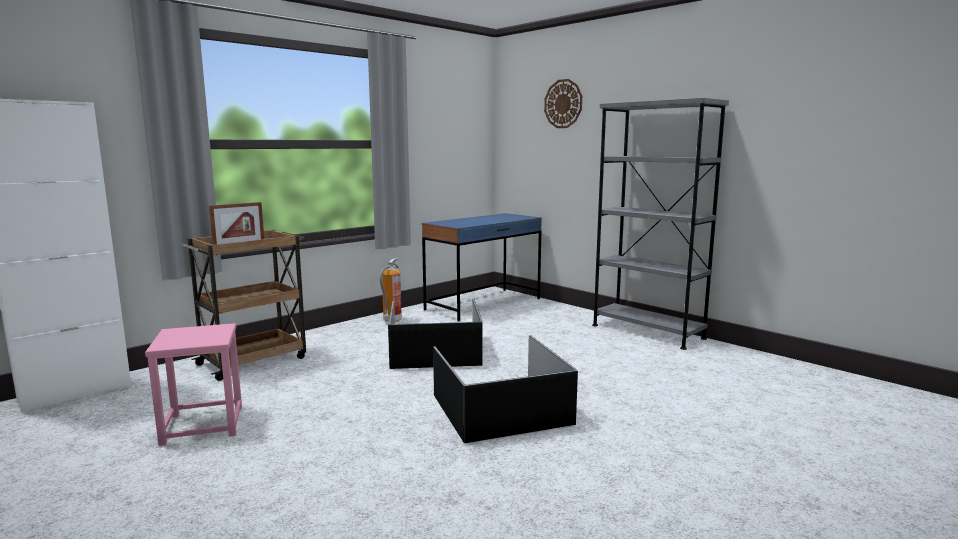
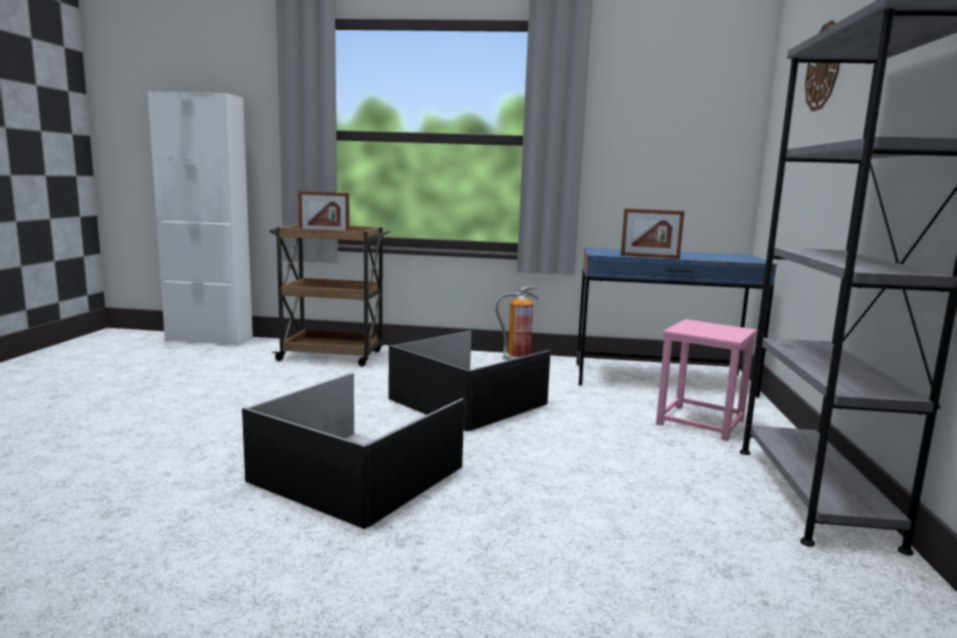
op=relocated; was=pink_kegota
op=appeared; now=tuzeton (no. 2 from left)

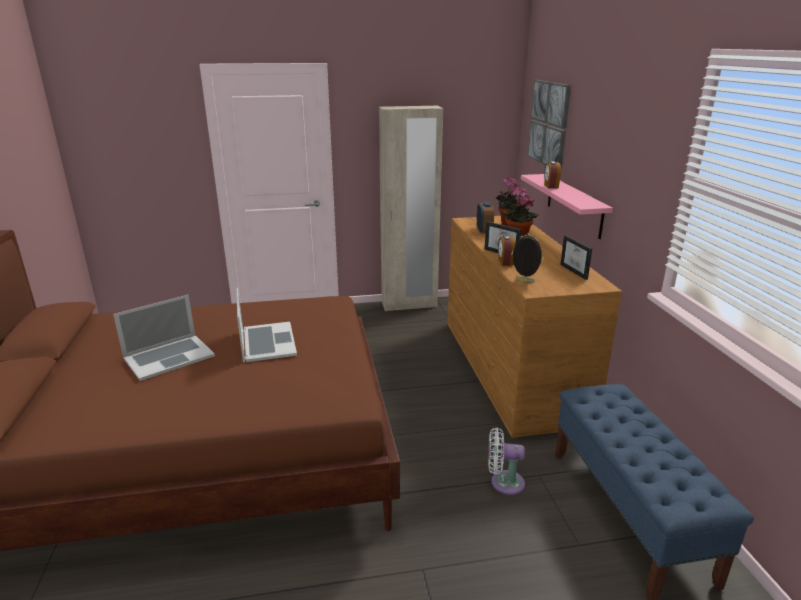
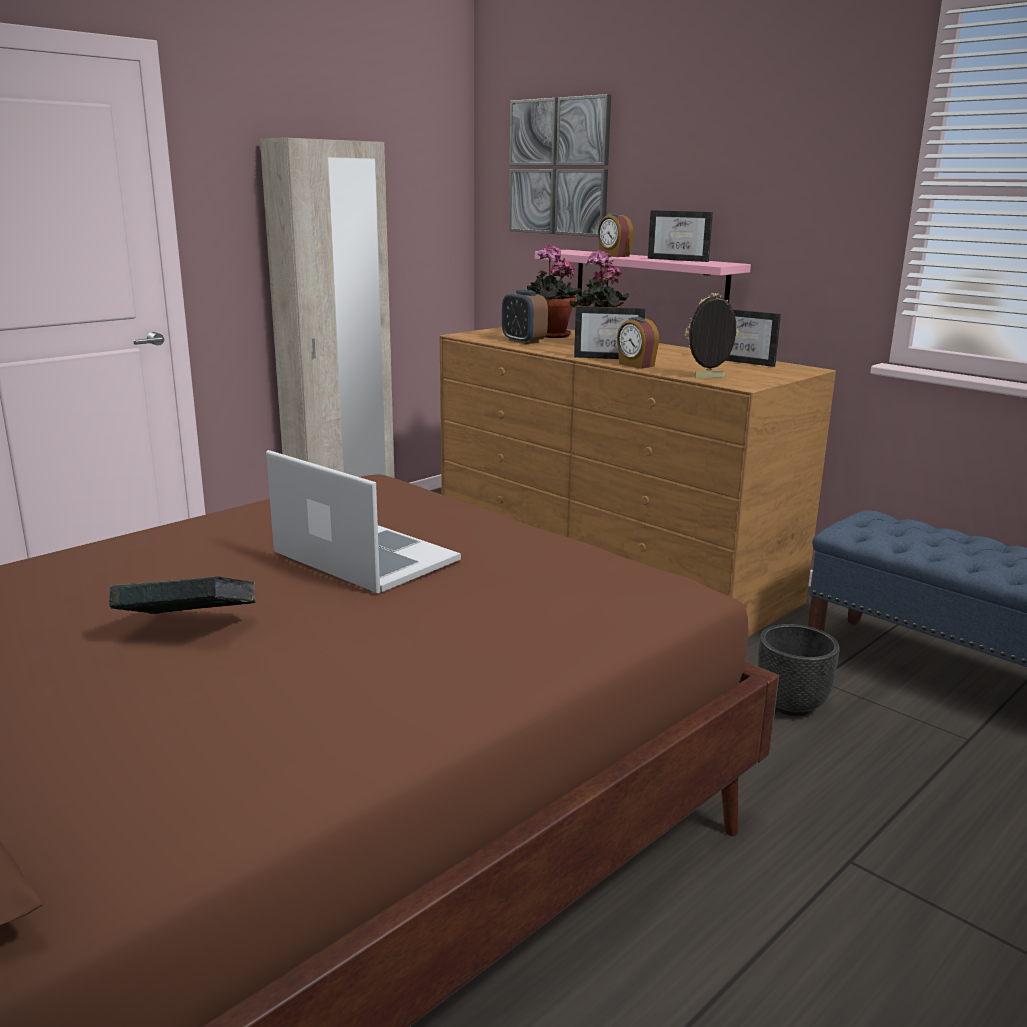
op=exchanged; was=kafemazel (no. 1 from left); now=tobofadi
op=exchanged; was=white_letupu; now=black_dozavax
op=appeared; now=tuzeton (no. 2 from left)

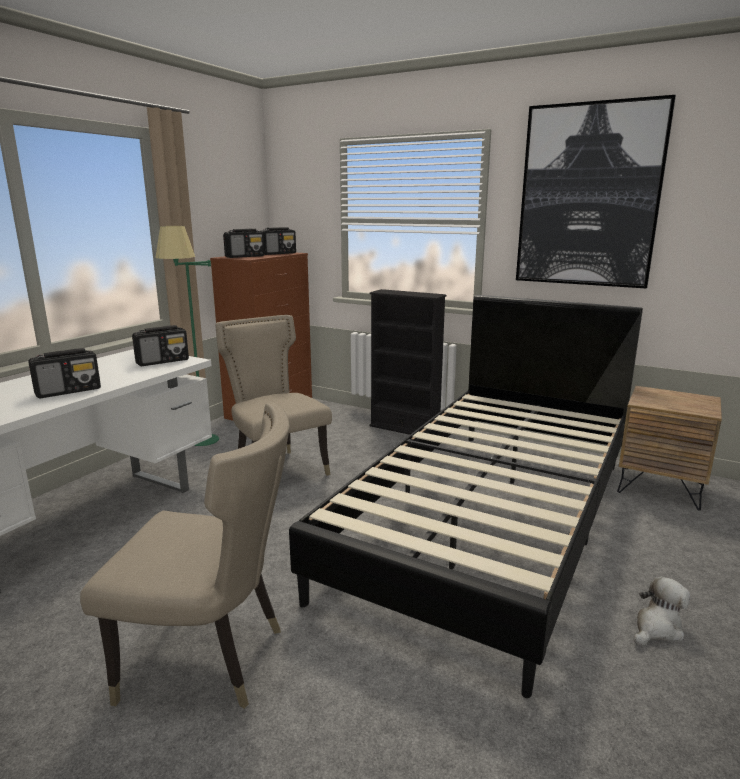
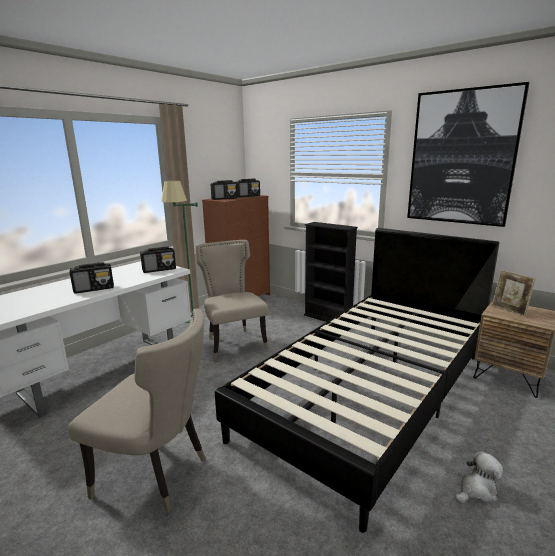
op=appeared; now=tuzeton

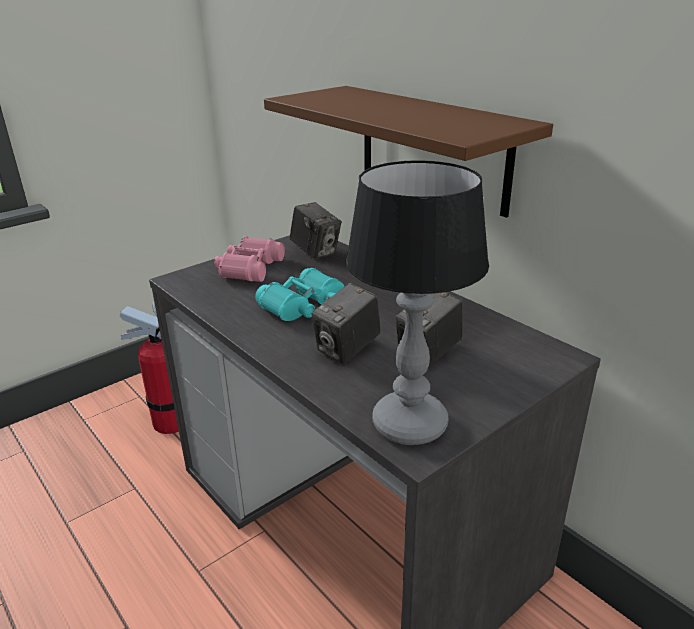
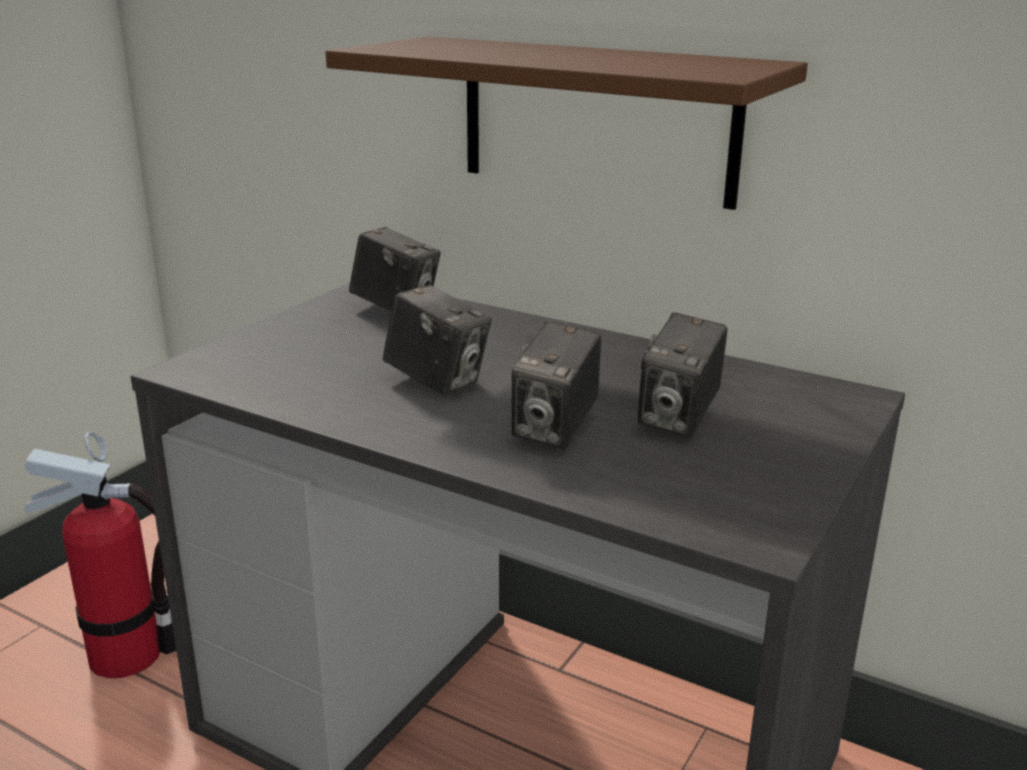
op=missing; was=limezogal
op=missing; was=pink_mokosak
op=exchanged; was=turquoise_mokosak; now=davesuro (no. 2 from left)

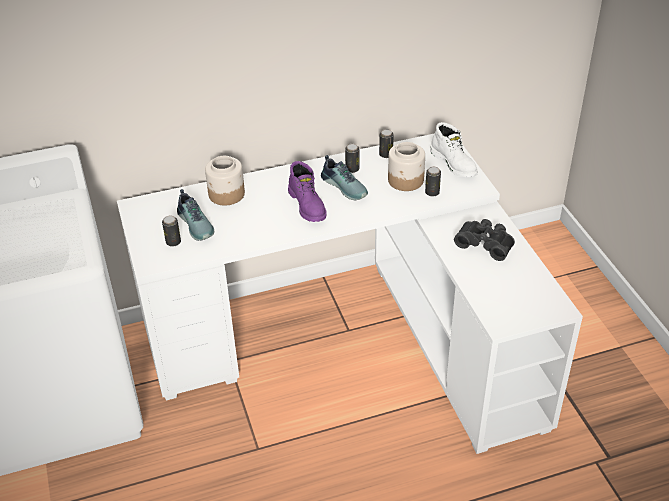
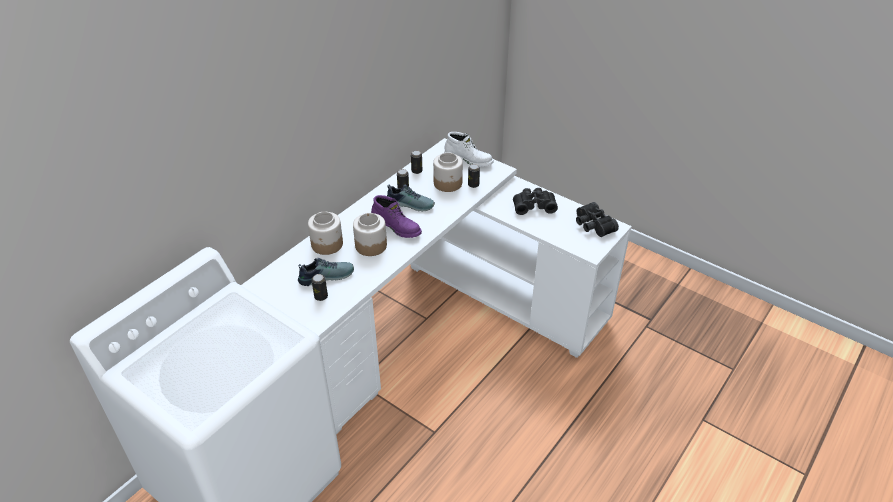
op=spun; was=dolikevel (no. 1 from left); clockwise=-45
op=appeared; now=black_mokosak (no. 2 from left)
op=appeared; now=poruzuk (no. 2 from left)

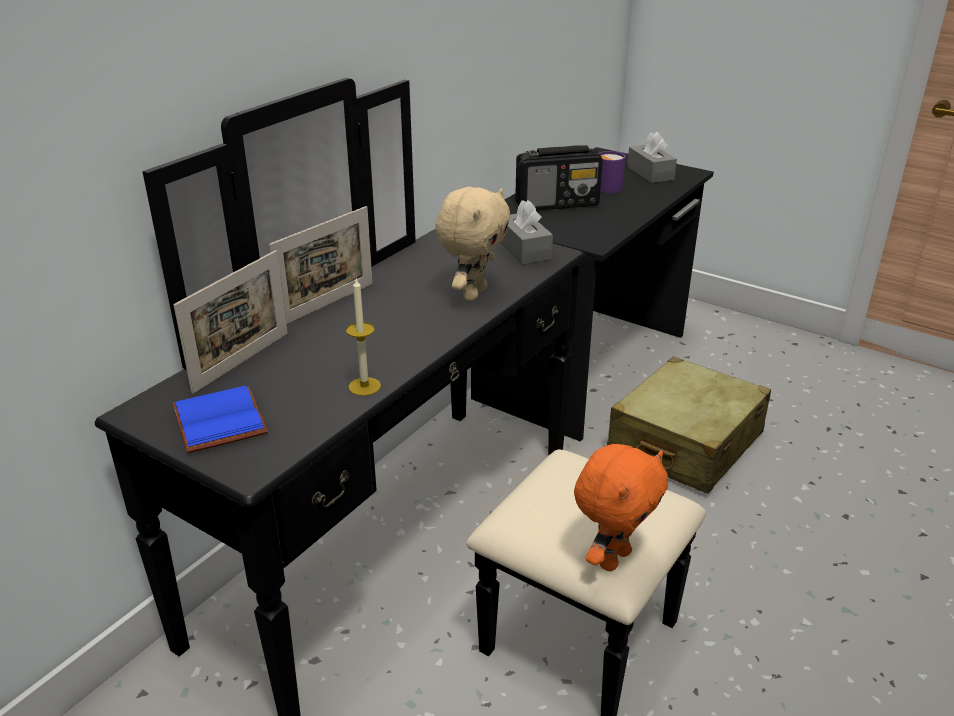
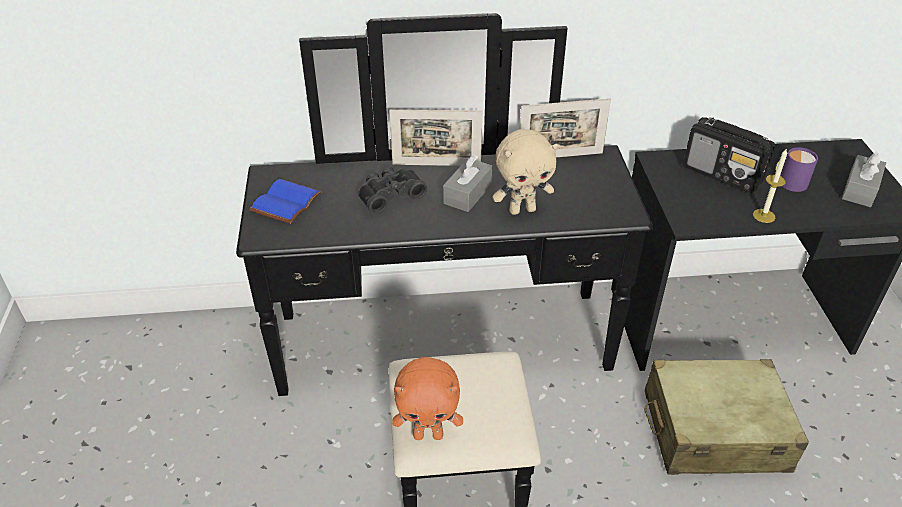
op=relocated; was=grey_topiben (no. 1 from left)
op=relocated; was=tuzeton (no. 1 from left in the first image); now=tuzeton (no. 2 from left)
op=relocated; was=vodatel
op=appeared; now=black_mokosak

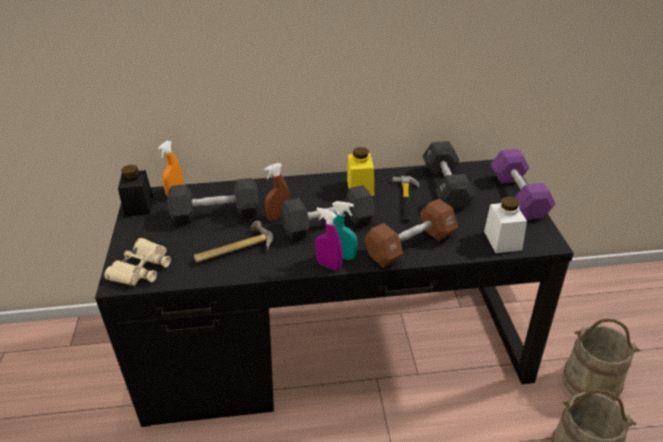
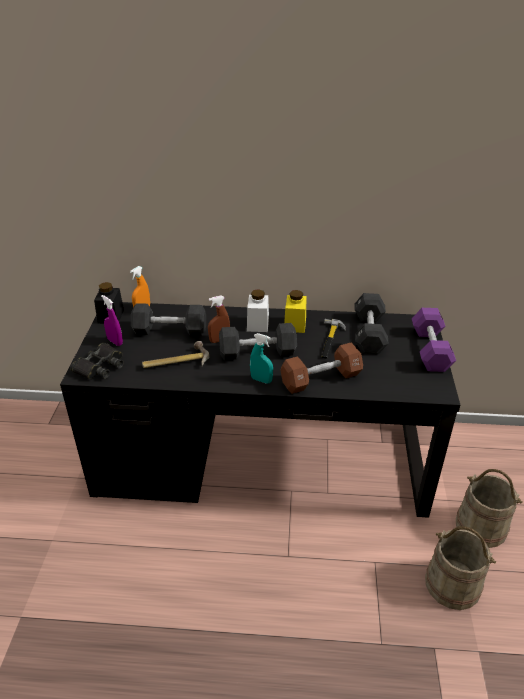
op=relocated; was=white_poruzuk
op=relocated; was=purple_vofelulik
op=colour; was=beige_mokosak; now=black_mokosak

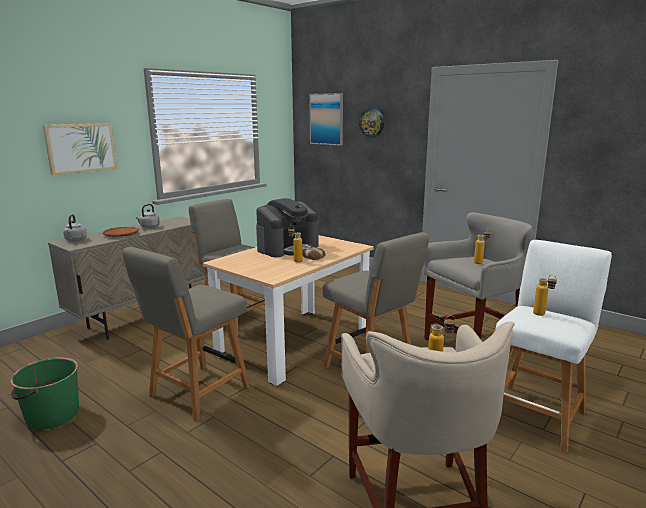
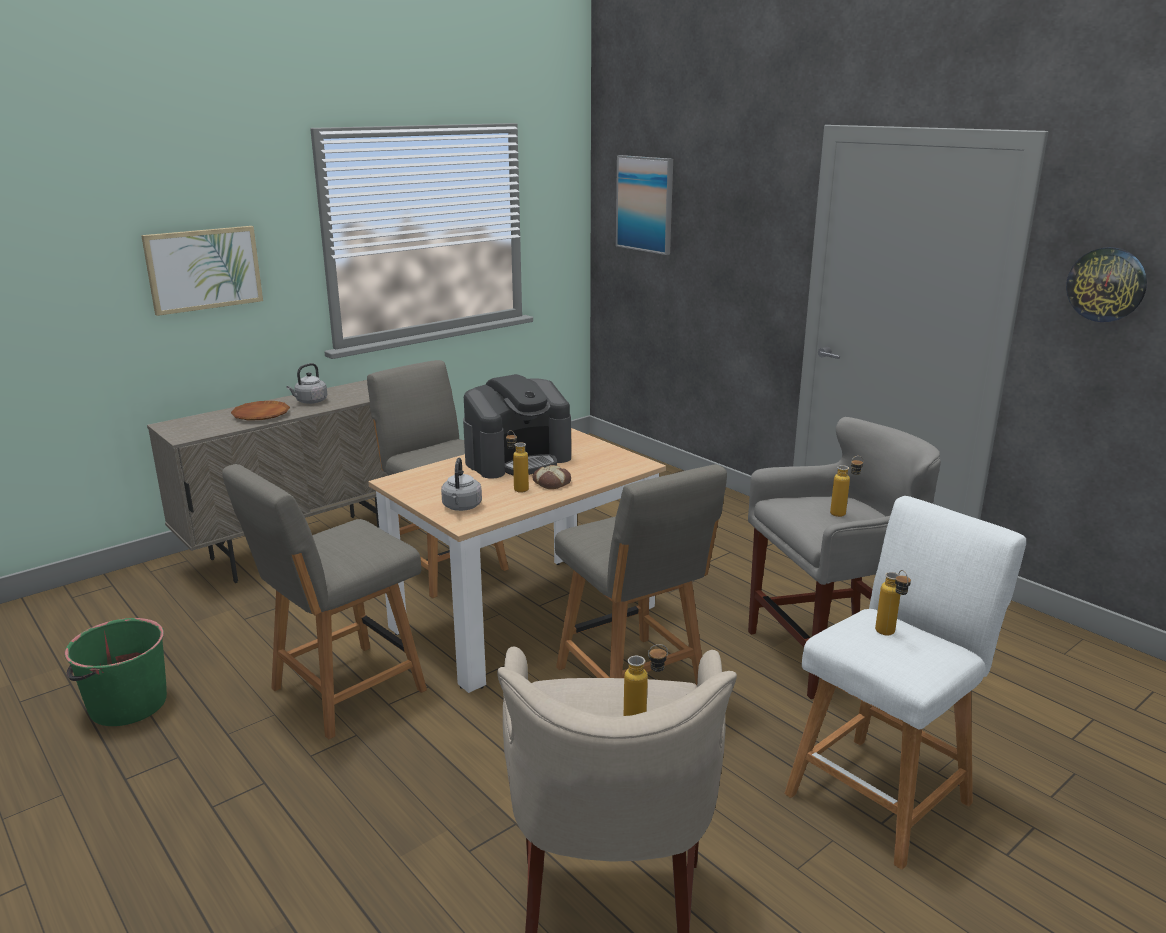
op=relocated; was=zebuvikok
op=relocated; was=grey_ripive (no. 1 from left in the first image); now=grey_ripive (no. 2 from left)

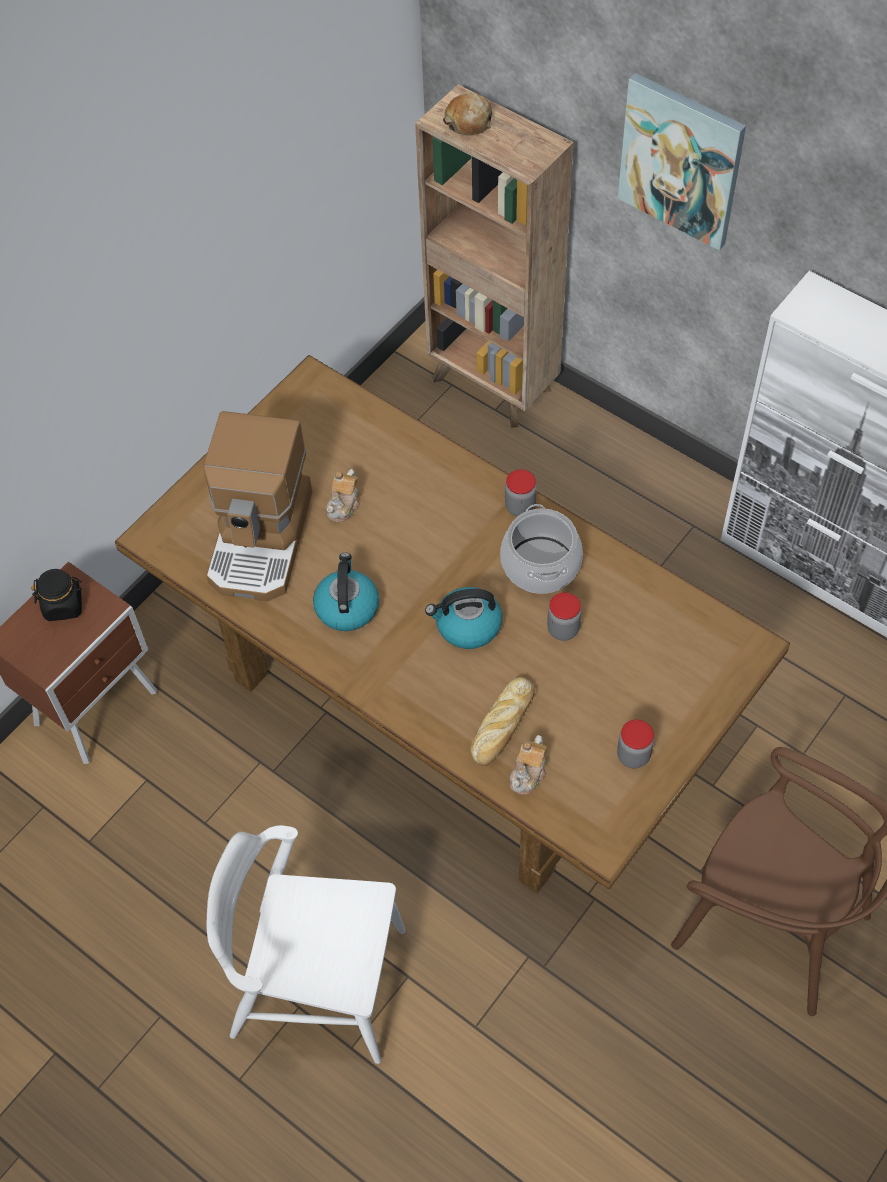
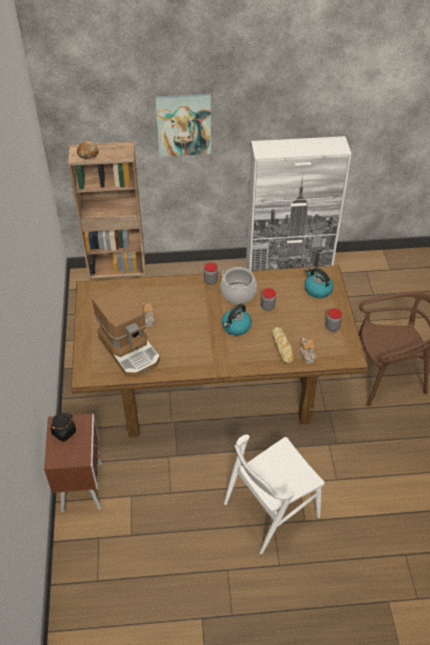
op=relocated; was=ripive (no. 1 from left in the first image); now=ripive (no. 2 from left)

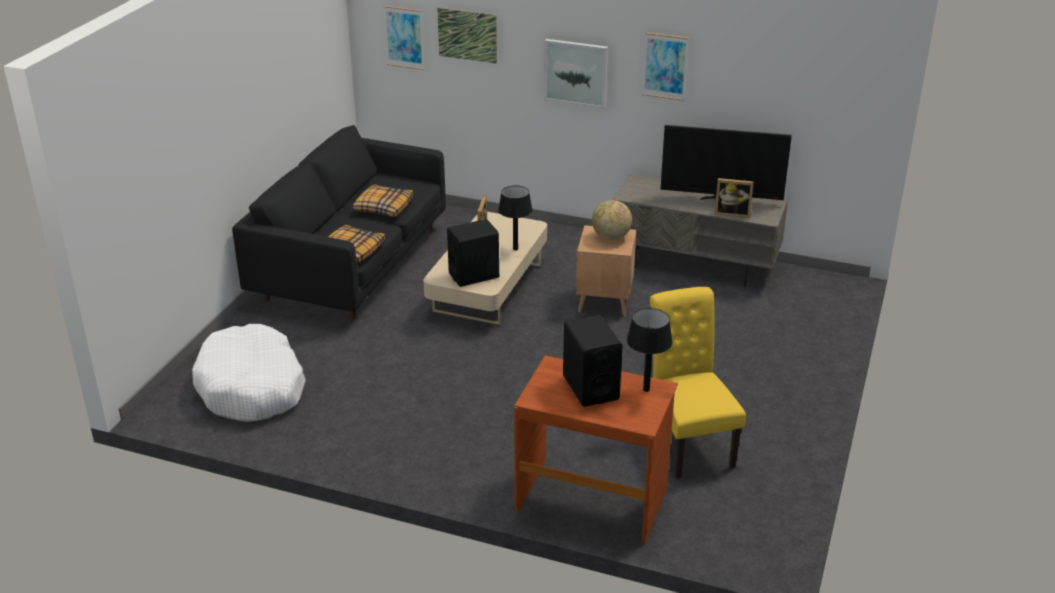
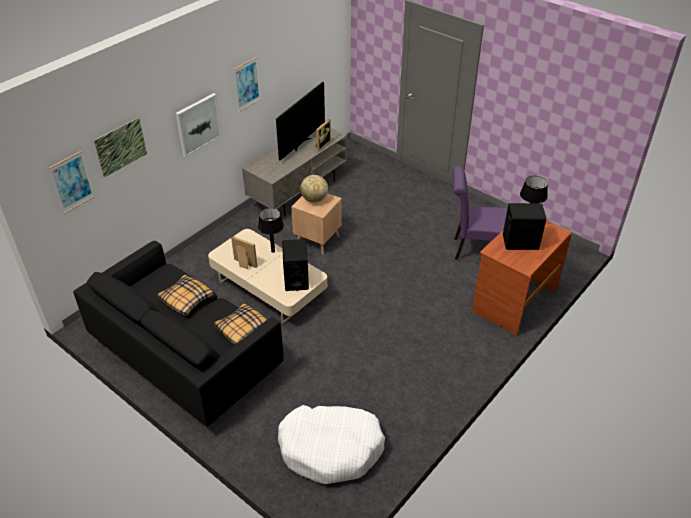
op=colour; was=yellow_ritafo; now=purple_ritafo

